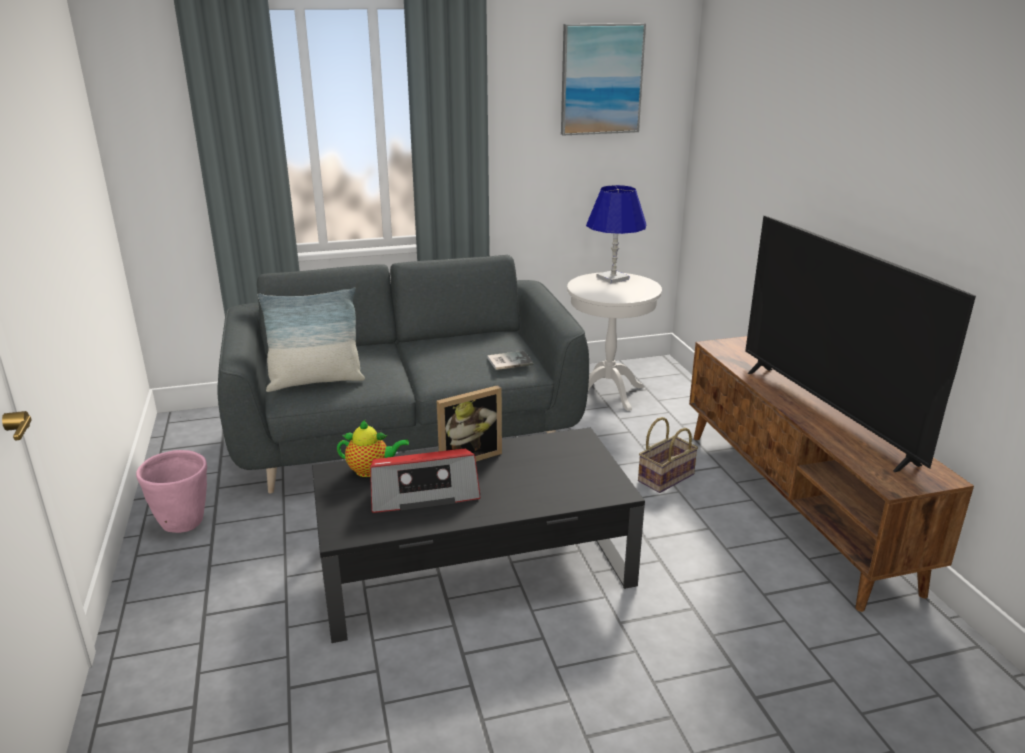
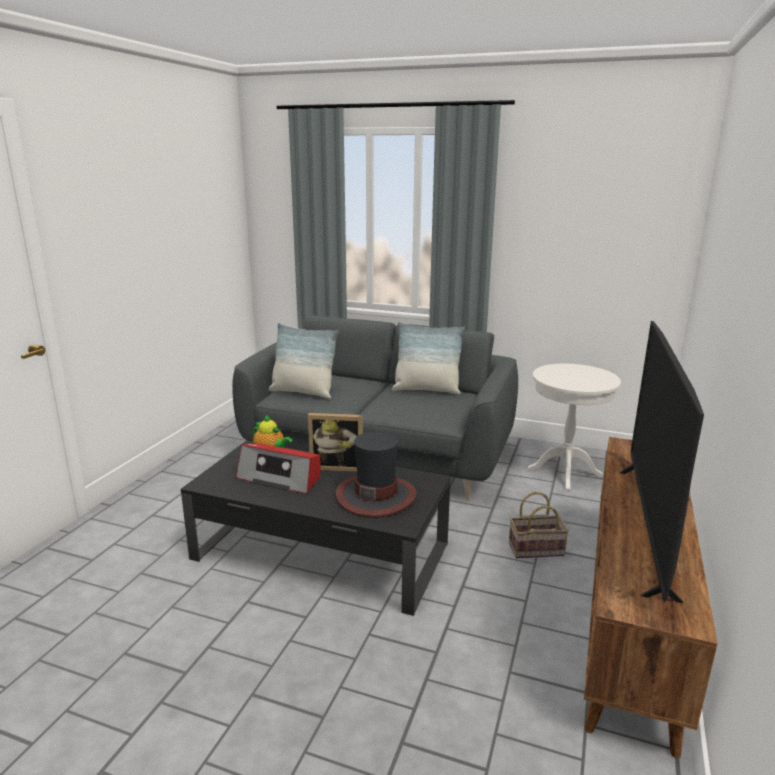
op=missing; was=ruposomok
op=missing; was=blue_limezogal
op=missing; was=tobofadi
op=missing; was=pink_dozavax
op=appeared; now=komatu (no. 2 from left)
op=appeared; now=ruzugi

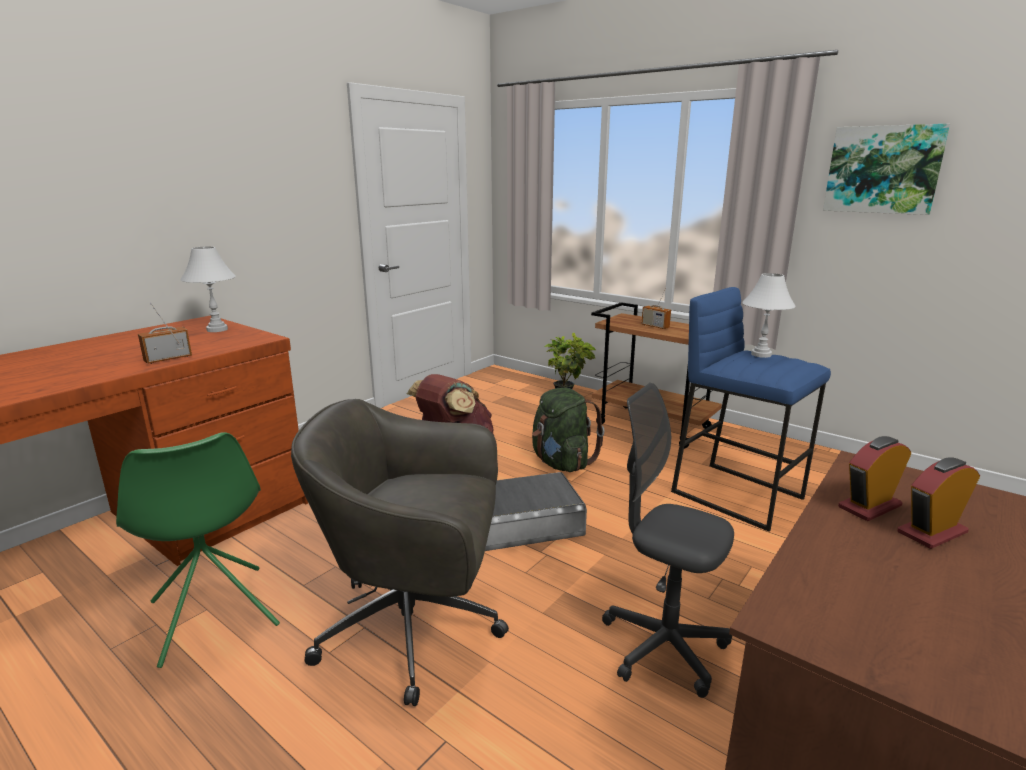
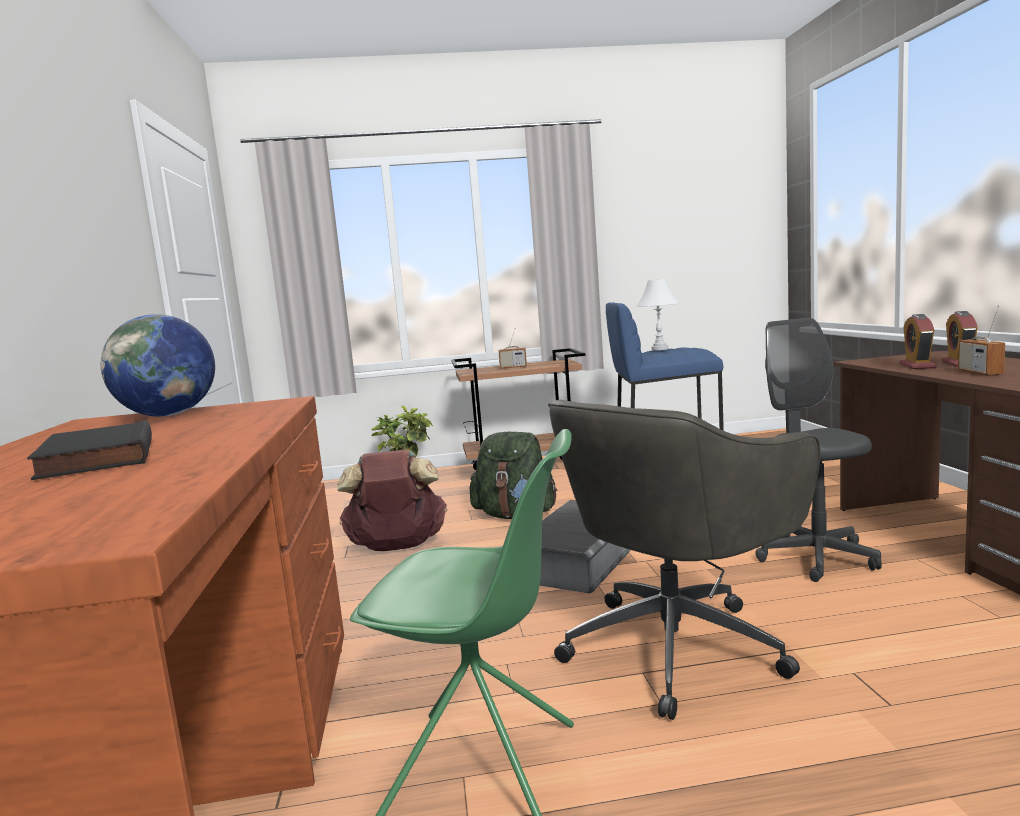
op=missing; was=ruposomok
op=exchanged; was=white_limezogal (no. 1 from left); now=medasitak
op=relocated; was=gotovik (no. 1 from left in the first image); now=gotovik (no. 2 from left)
op=spun; was=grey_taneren (no. 2 from left); clockwise=90
op=appeared; now=black_tobofadi

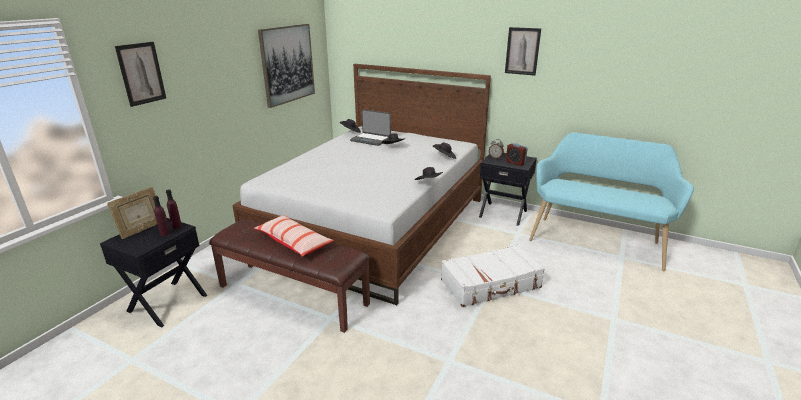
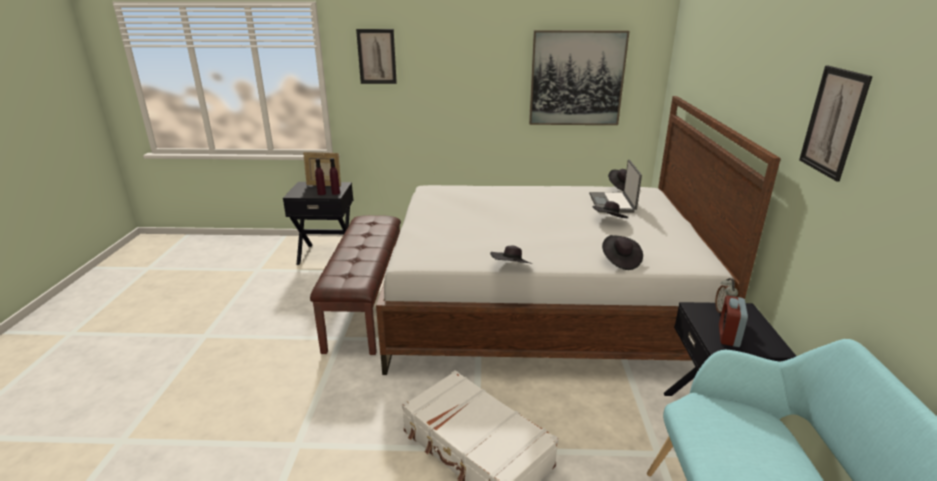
op=missing; was=komatu

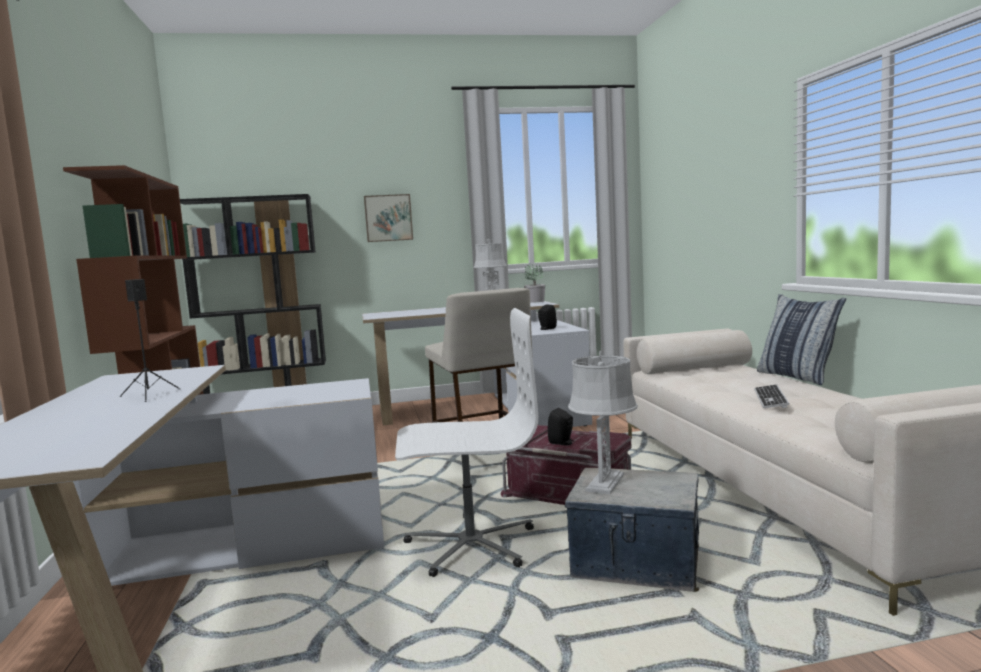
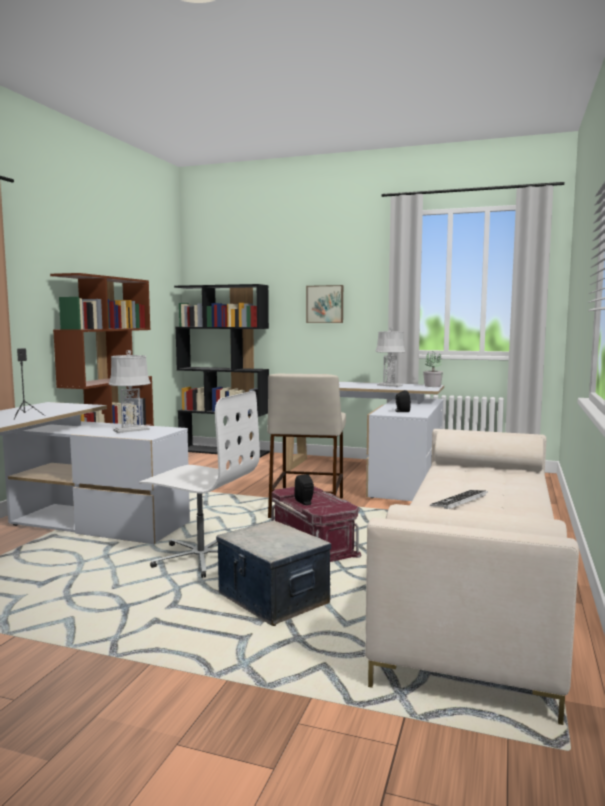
op=missing; was=komatu
op=relocated; was=grey_limezogal (no. 2 from left in the first image); now=grey_limezogal (no. 1 from left)

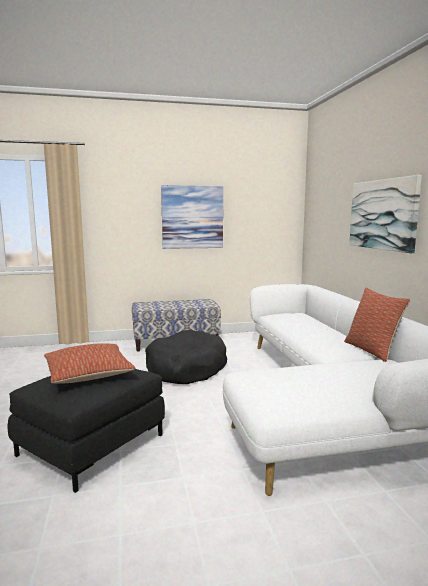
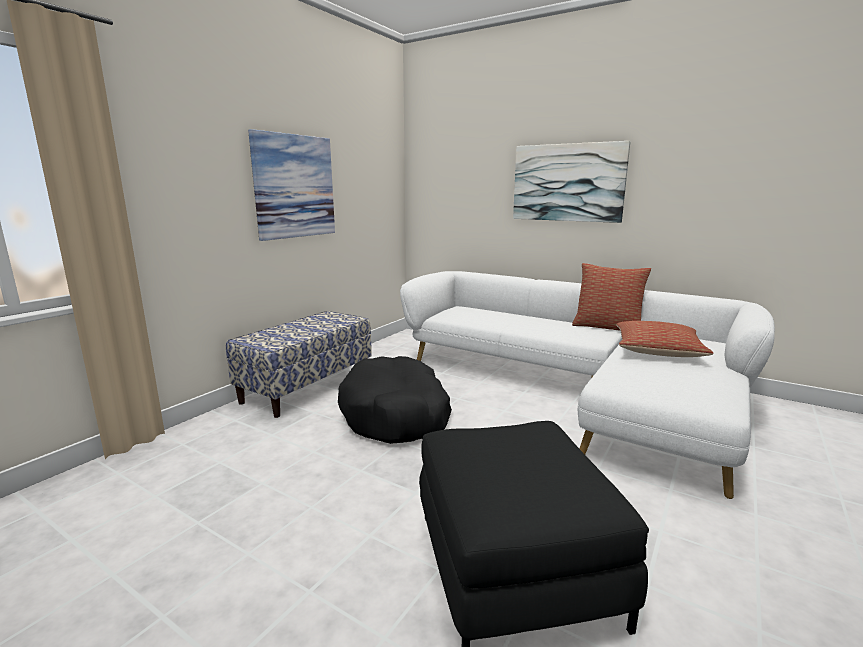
op=relocated; was=komatu (no. 1 from left in the first image); now=komatu (no. 2 from left)

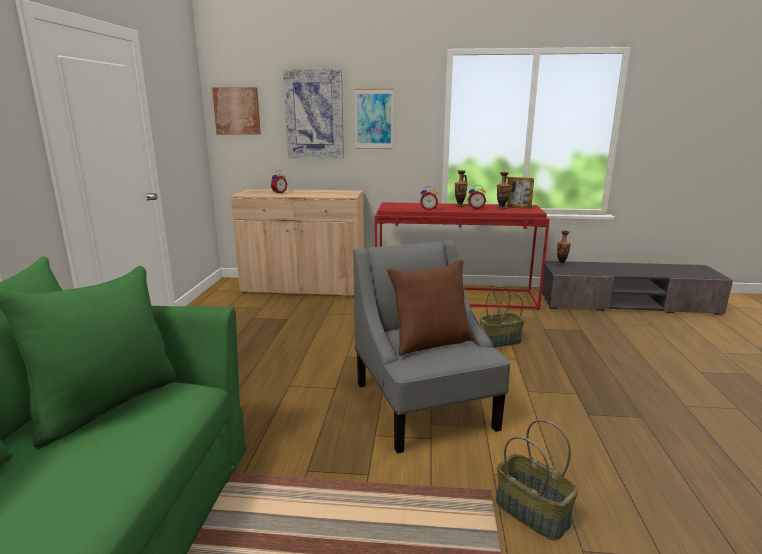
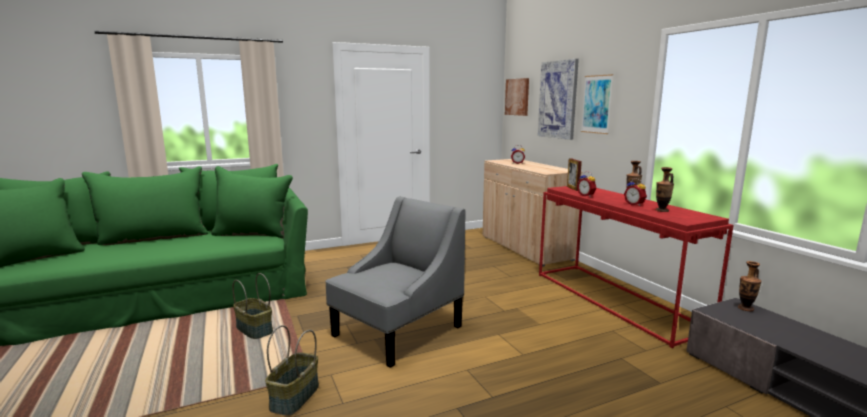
op=relocated; was=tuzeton
op=missing; was=brown_komatu
op=relocated; was=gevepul (no. 1 from left)

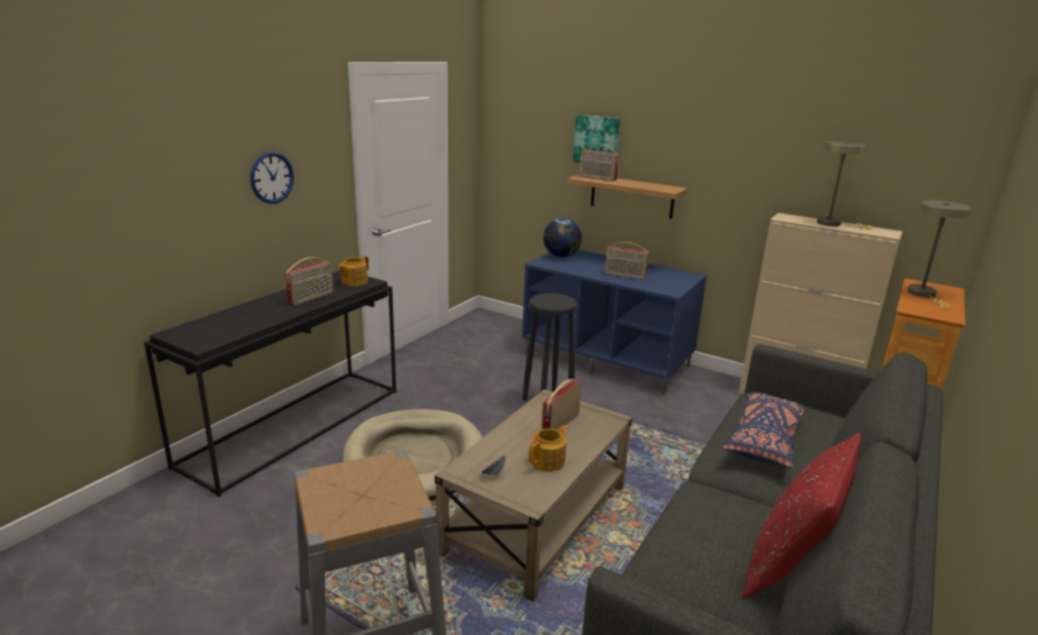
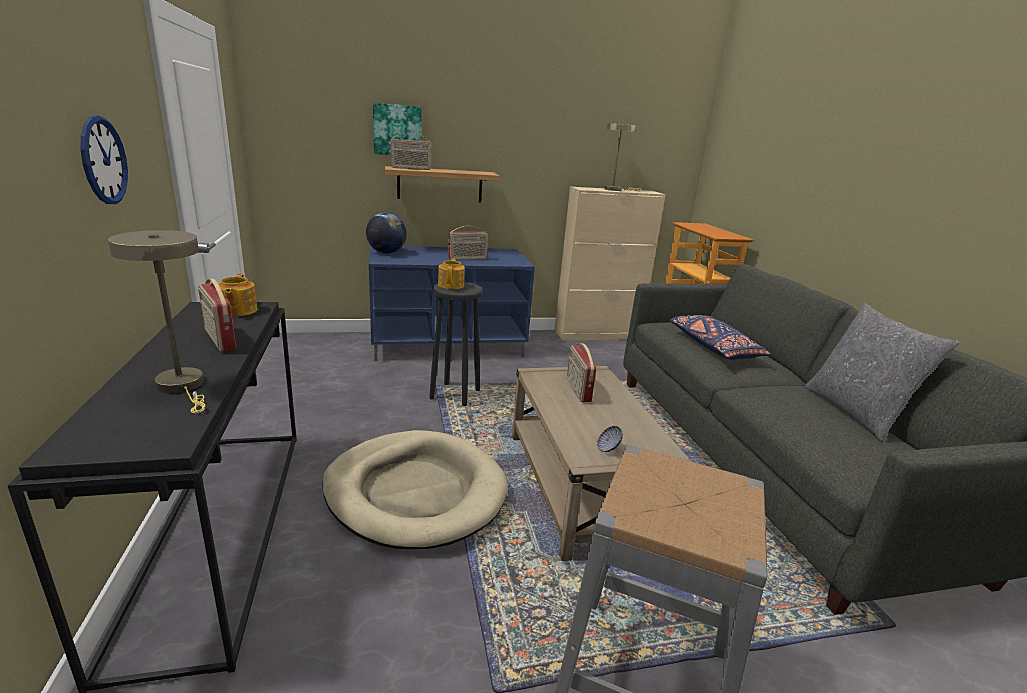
op=relocated; was=beige_limezogal (no. 2 from left in the first image); now=beige_limezogal (no. 1 from left)
op=spun; was=gotovik (no. 1 from left); clockwise=150
op=relocated; was=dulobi (no. 2 from left)
op=colour; was=red_komatu; now=grey_komatu

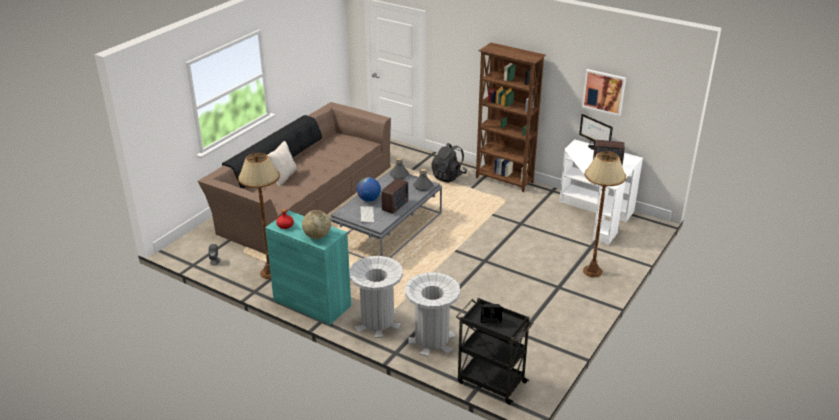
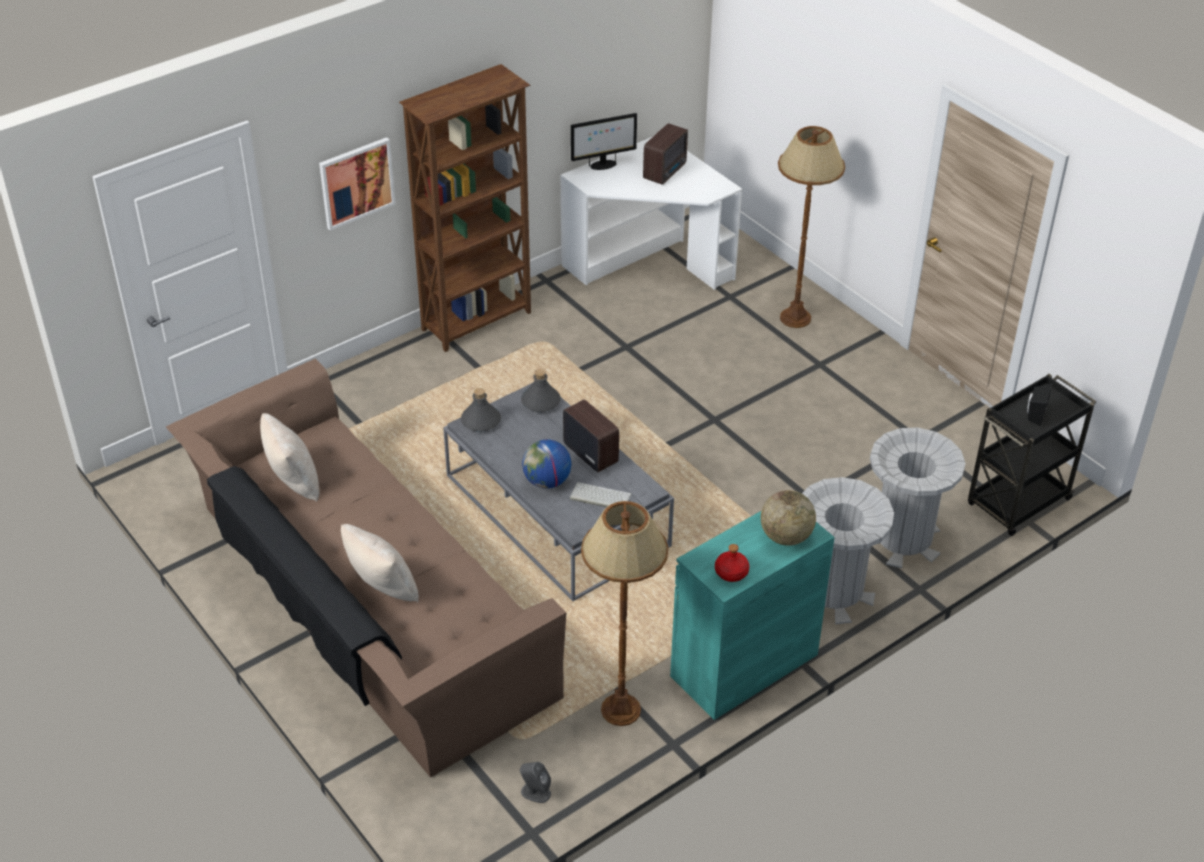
op=relocated; was=ruposomok
op=missing; was=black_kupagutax
op=appeared; now=beige_komatu (no. 1 from left)

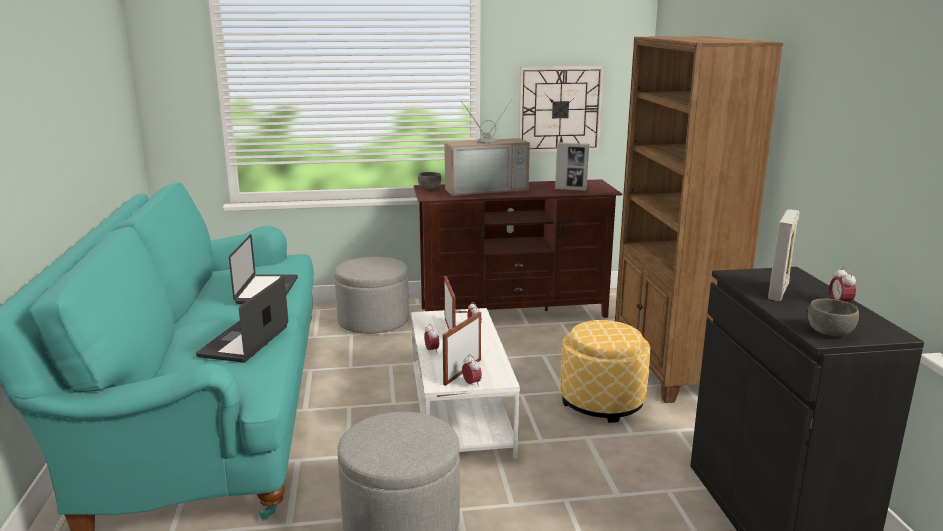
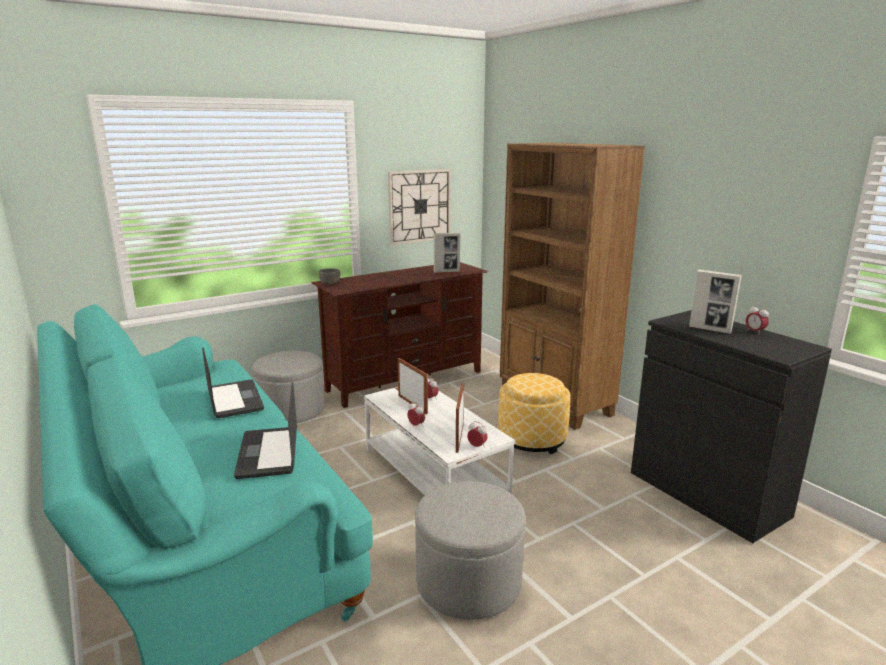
op=missing; was=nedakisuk
op=spun; was=tuzeton (no. 4 from left); clockwise=-60
op=missing; was=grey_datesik (no. 2 from left)

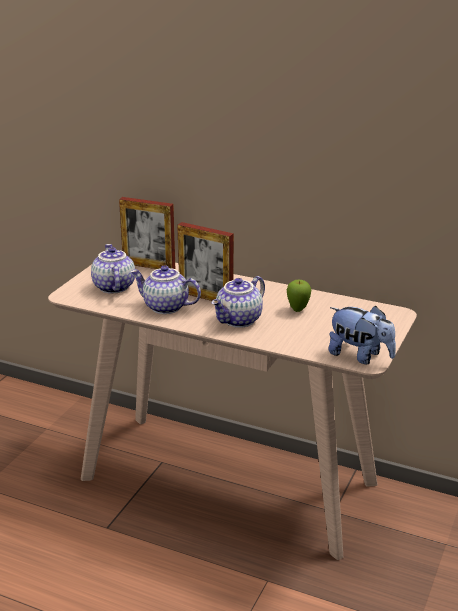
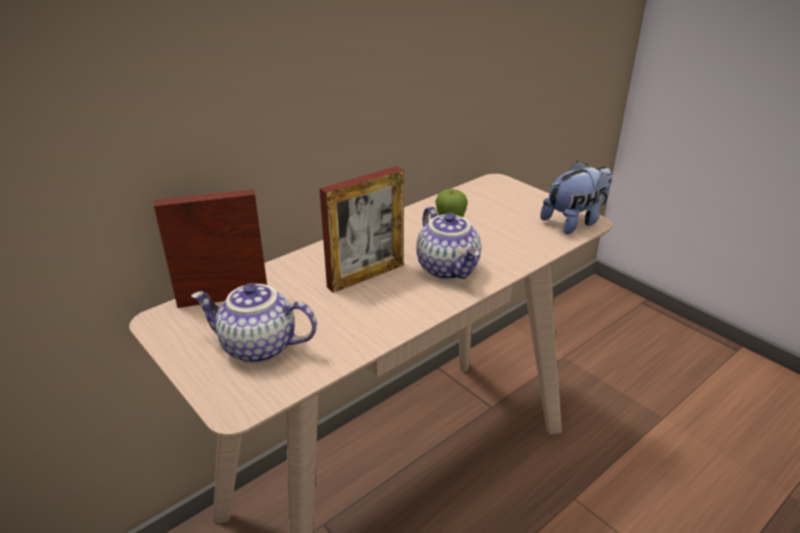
op=spun; was=tuzeton (no. 1 from left); clockwise=-150
op=missing; was=dulobi (no. 2 from left)

